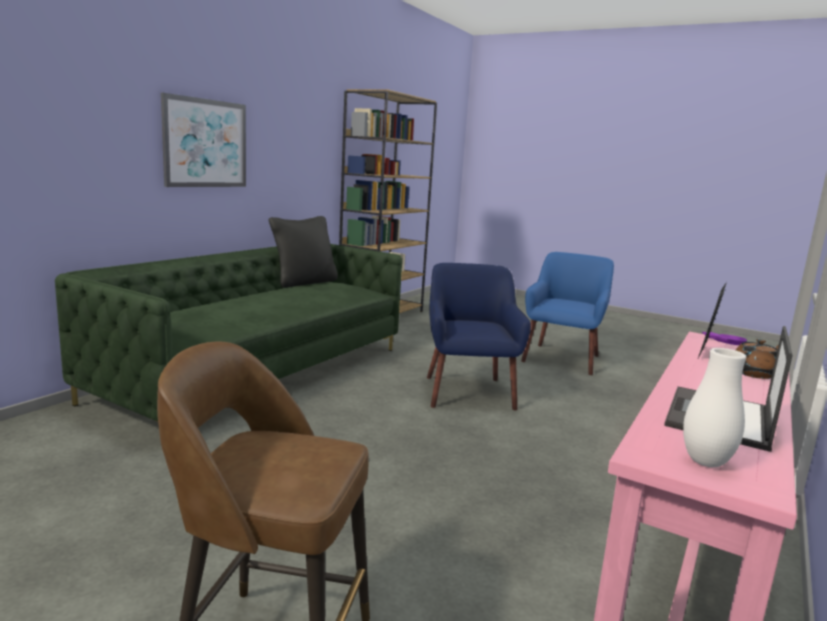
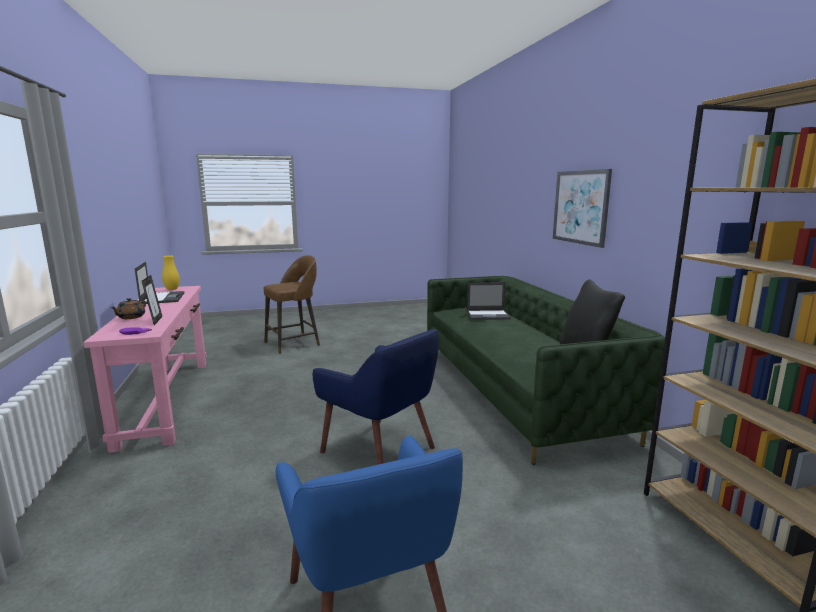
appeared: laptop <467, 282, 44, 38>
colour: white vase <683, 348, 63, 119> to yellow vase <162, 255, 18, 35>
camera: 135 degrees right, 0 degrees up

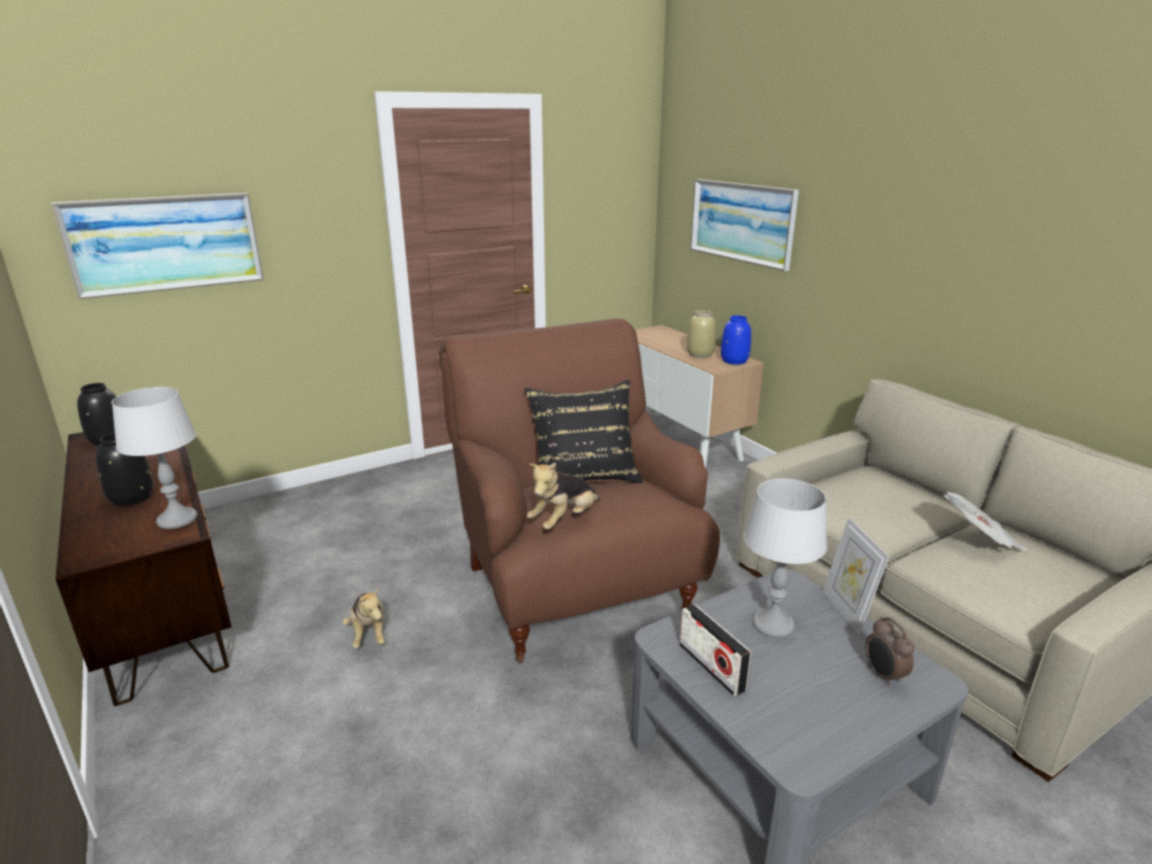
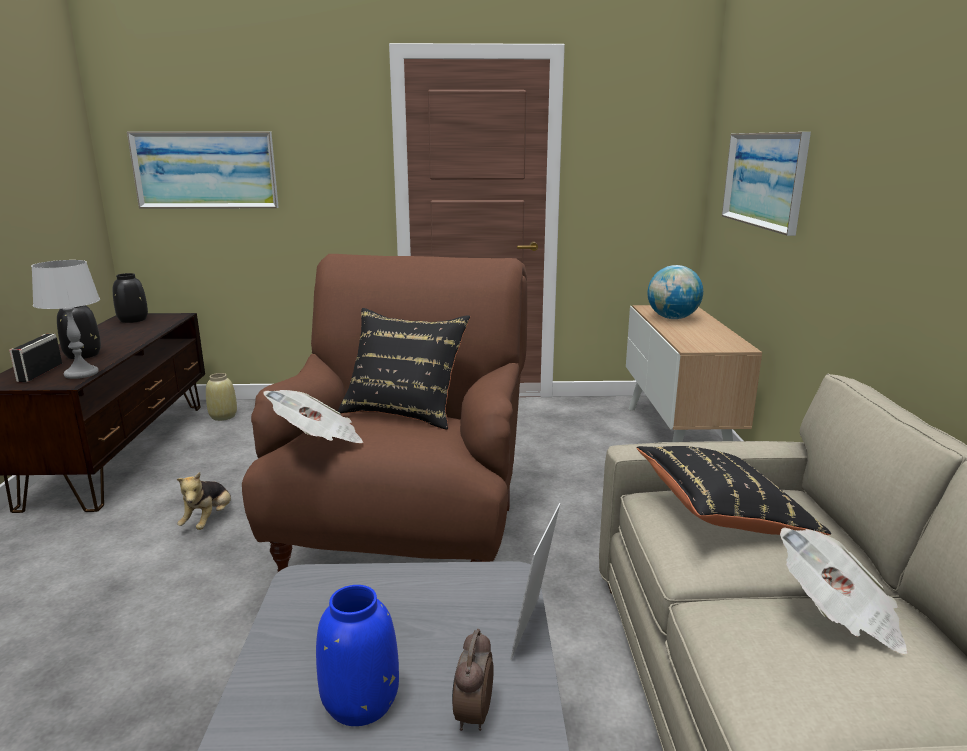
missing: grey table lamp <744, 479, 83, 159>
appeared: black pillow <637, 446, 194, 89>; globe <647, 265, 56, 54>
relocated: radio <680, 604, 72, 92> to <9, 334, 53, 48>; beige vase <687, 310, 29, 48> to <206, 373, 31, 48>; blue vase <721, 315, 30, 50> to <316, 585, 83, 141>
exchanged: plush toy <527, 462, 73, 68> to newspaper <263, 390, 100, 53>
camera: 30 degrees right, 5 degrees down

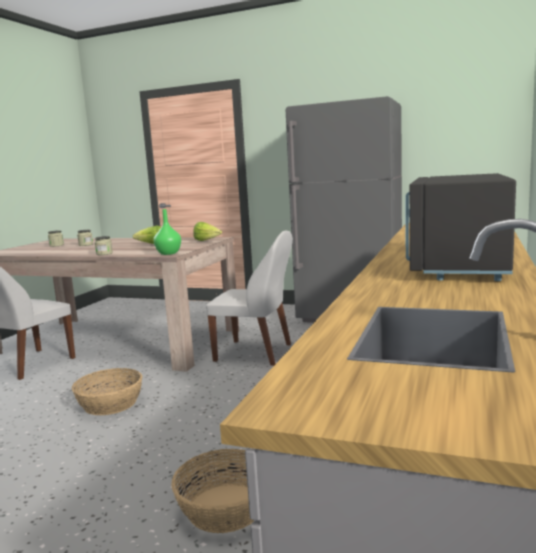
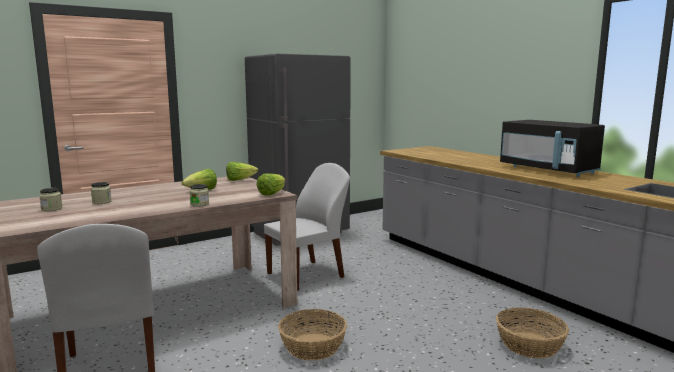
exchanged: green vase <154, 209, 27, 46> to lettuce <256, 173, 29, 23>
camera: 55 degrees left, 0 degrees up

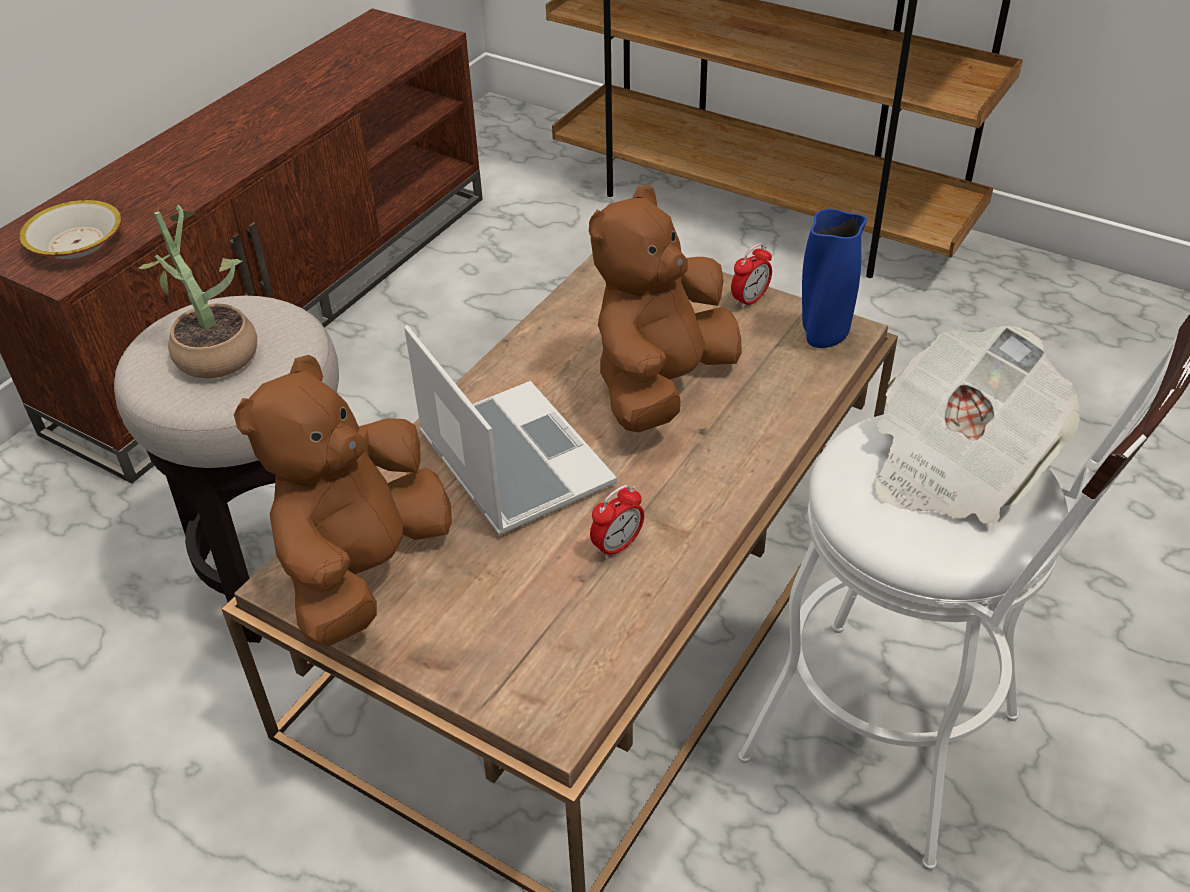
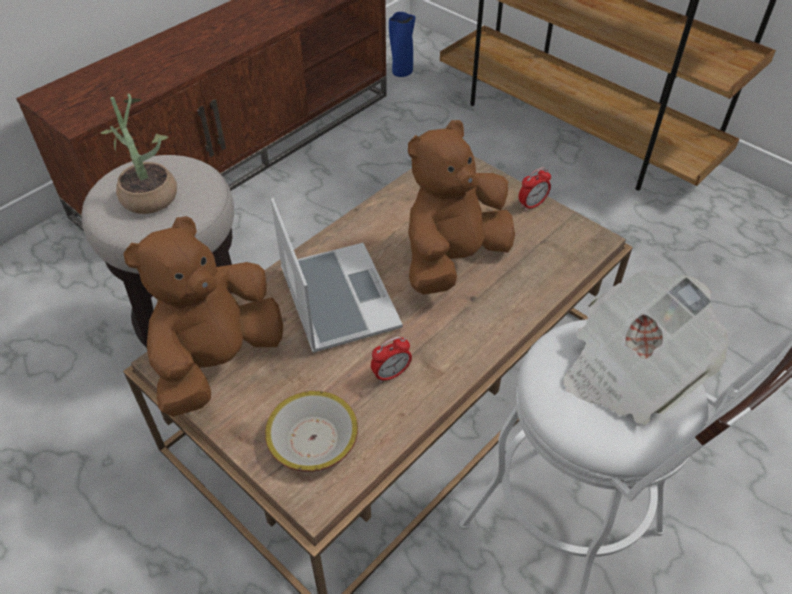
relocated: bowl <19, 200, 103, 59> to <265, 391, 93, 81>; blue vase <802, 209, 65, 139> to <389, 12, 27, 65>
camera: 10 degrees right, 5 degrees up

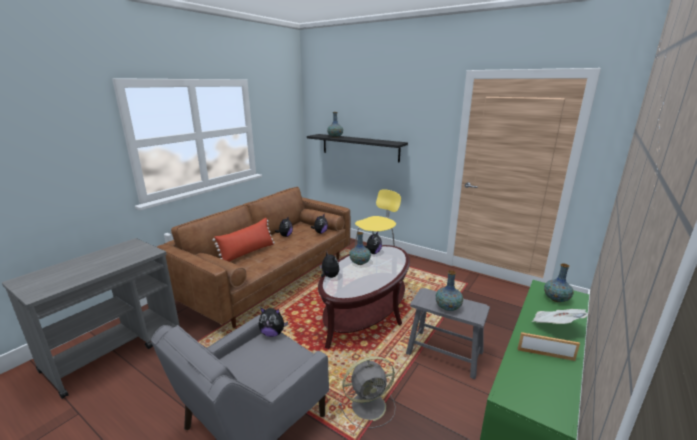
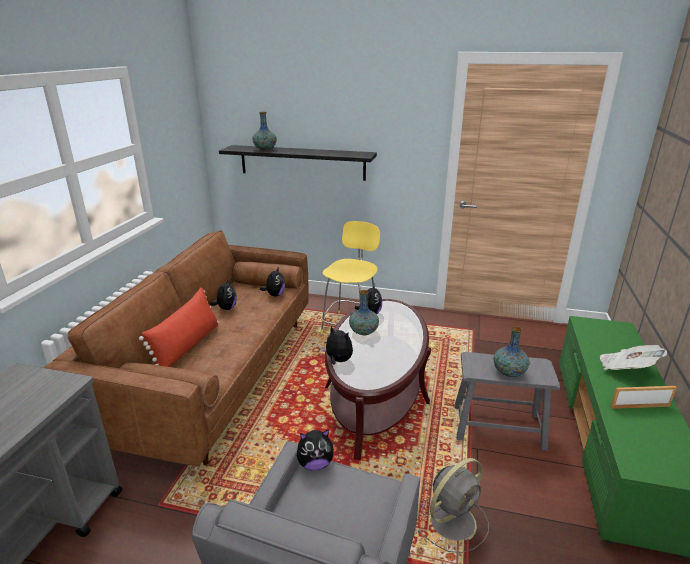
missing: vase <544, 263, 29, 39>
camera: 20 degrees left, 5 degrees up

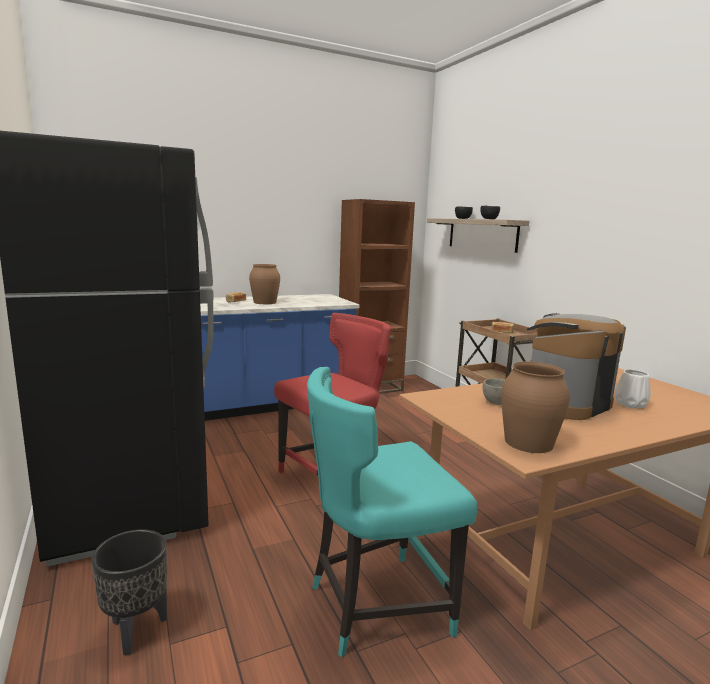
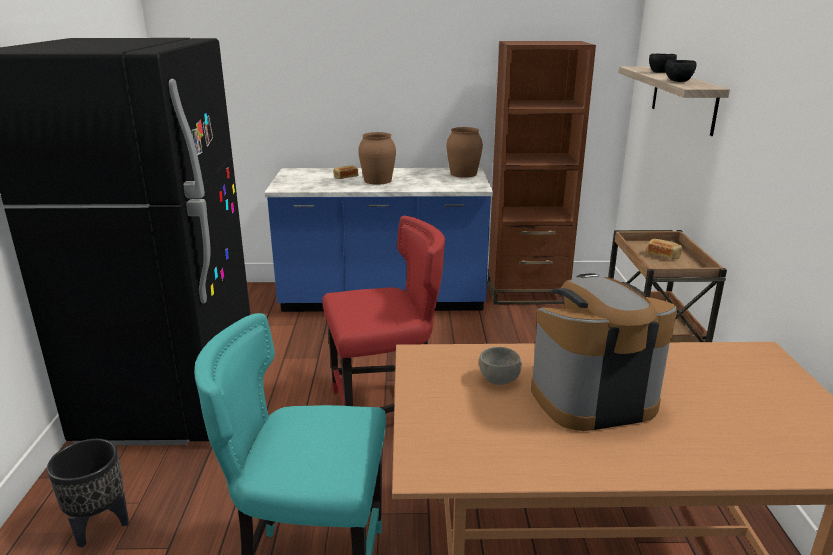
missing: white vase <615, 369, 36, 39>
relocated: brown vase <501, 362, 69, 91> to <446, 127, 37, 51>
camera: 25 degrees right, 10 degrees up

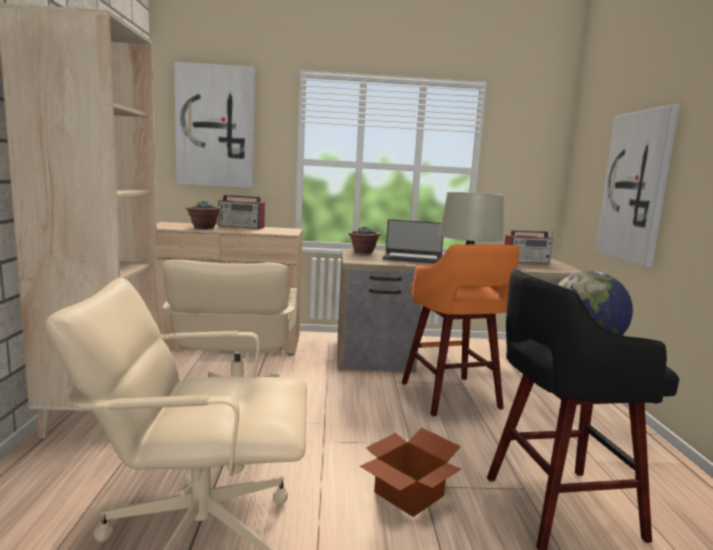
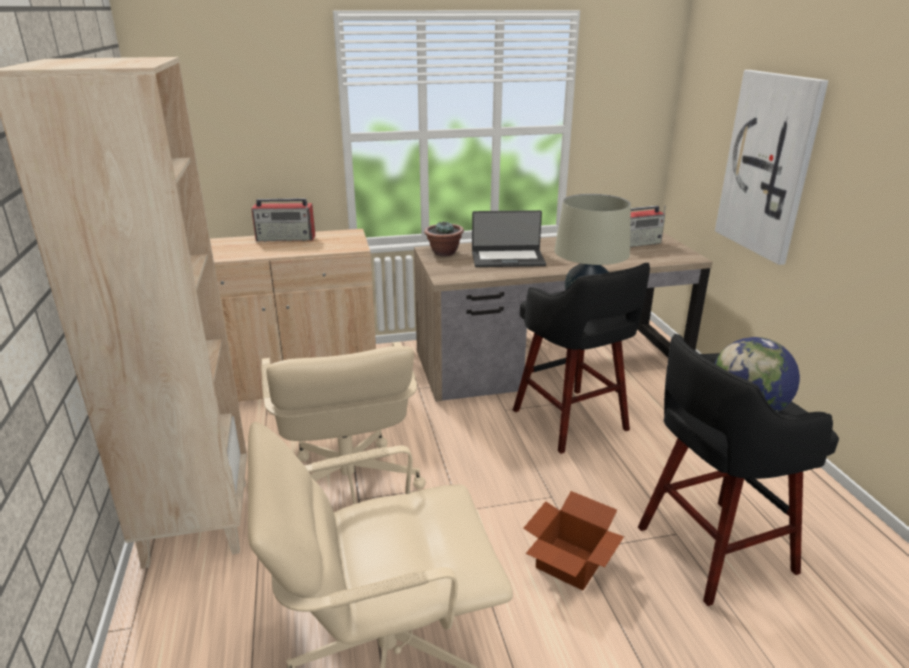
missing: picture <174, 62, 81, 126>; potted plant <186, 201, 35, 28>
colour: orange stool <402, 244, 118, 172> to black stool <513, 263, 137, 191>
camera: 10 degrees left, 15 degrees up

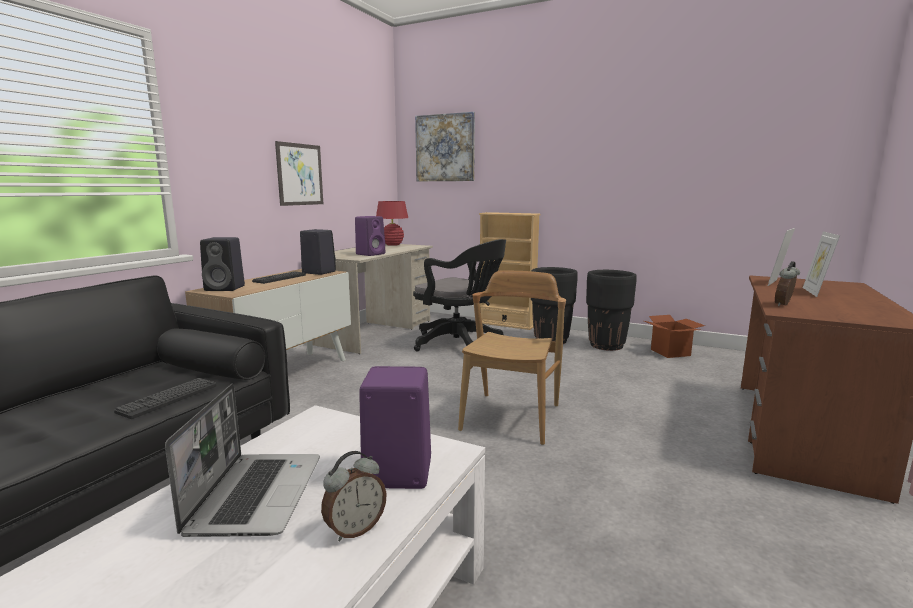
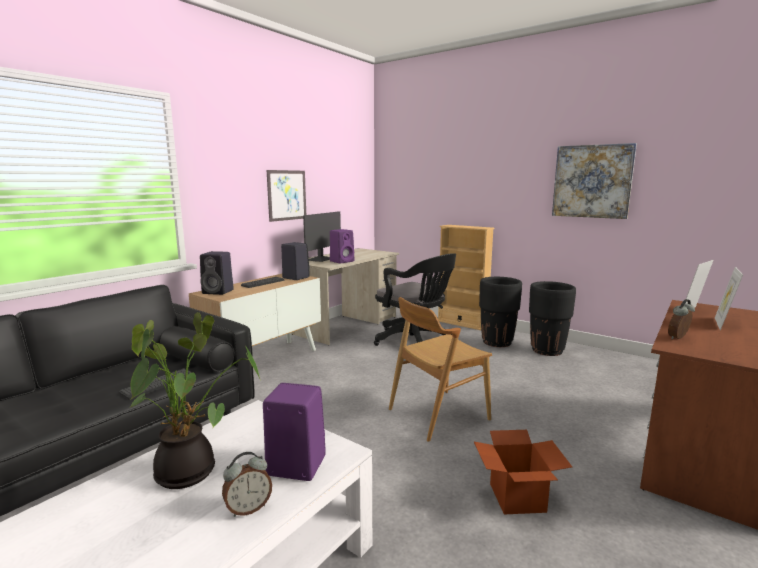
missing: red table lamp <376, 201, 32, 45>
appeared: monitor <303, 211, 38, 51>
relocated: picture <415, 112, 60, 69> to <552, 143, 85, 76>; cardboard box <644, 315, 61, 43> to <474, 430, 98, 84>
exchanged: laptop <165, 384, 155, 153> to potted plant <129, 312, 131, 177>
spun: brown chair <458, 270, 108, 175> = <389, 297, 103, 145> 150 degrees counterclockwise
camera: 10 degrees right, 0 degrees up

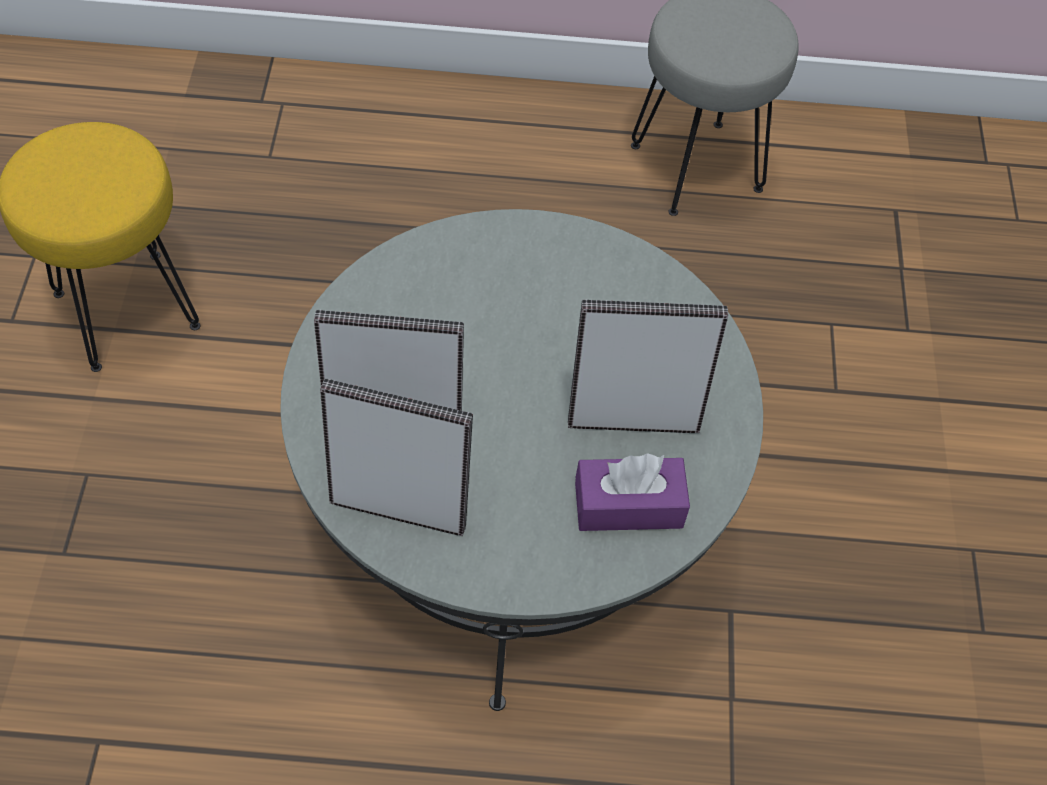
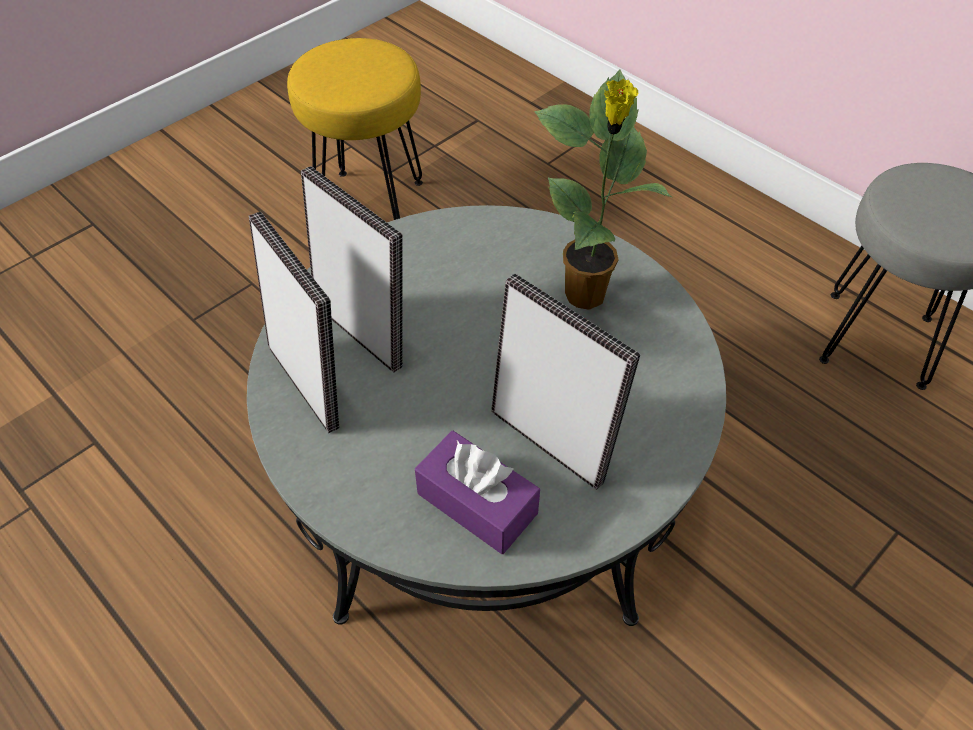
appeared: potted plant <534, 69, 138, 241>
camera: 45 degrees right, 5 degrees down

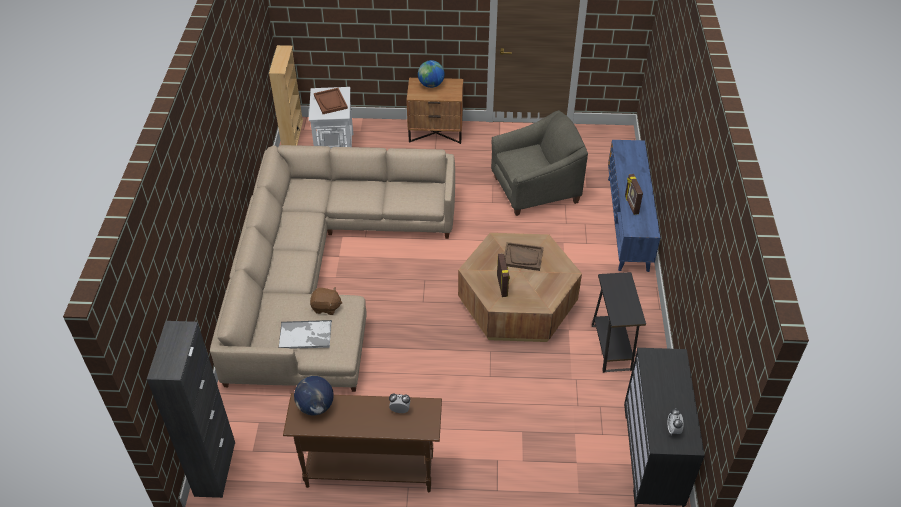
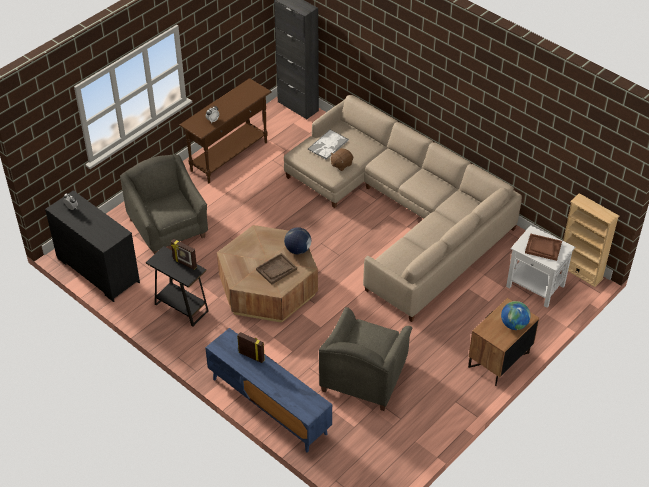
appeared: grey armchair <120, 155, 88, 99>
relocated: globe <294, 376, 40, 39> to <284, 227, 27, 27>; picture frame <497, 253, 13, 44> to <171, 239, 26, 30>
camera: 130 degrees right, 0 degrees up

